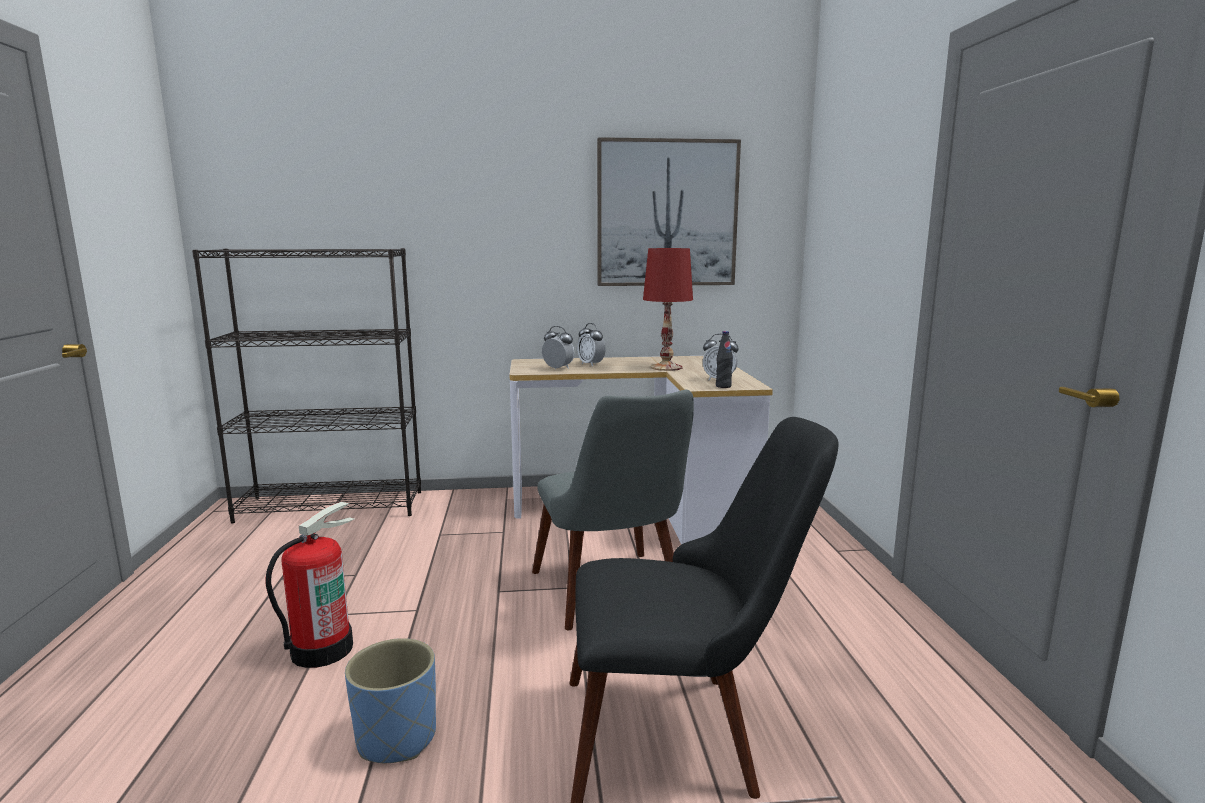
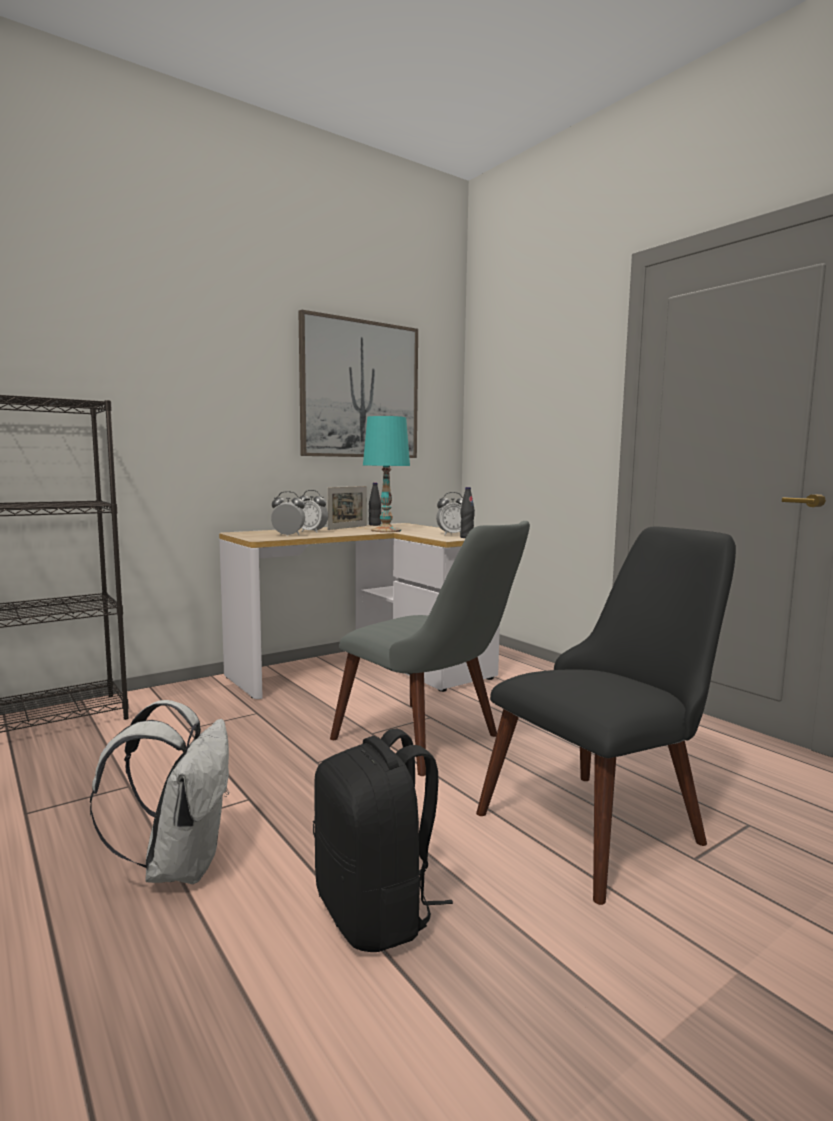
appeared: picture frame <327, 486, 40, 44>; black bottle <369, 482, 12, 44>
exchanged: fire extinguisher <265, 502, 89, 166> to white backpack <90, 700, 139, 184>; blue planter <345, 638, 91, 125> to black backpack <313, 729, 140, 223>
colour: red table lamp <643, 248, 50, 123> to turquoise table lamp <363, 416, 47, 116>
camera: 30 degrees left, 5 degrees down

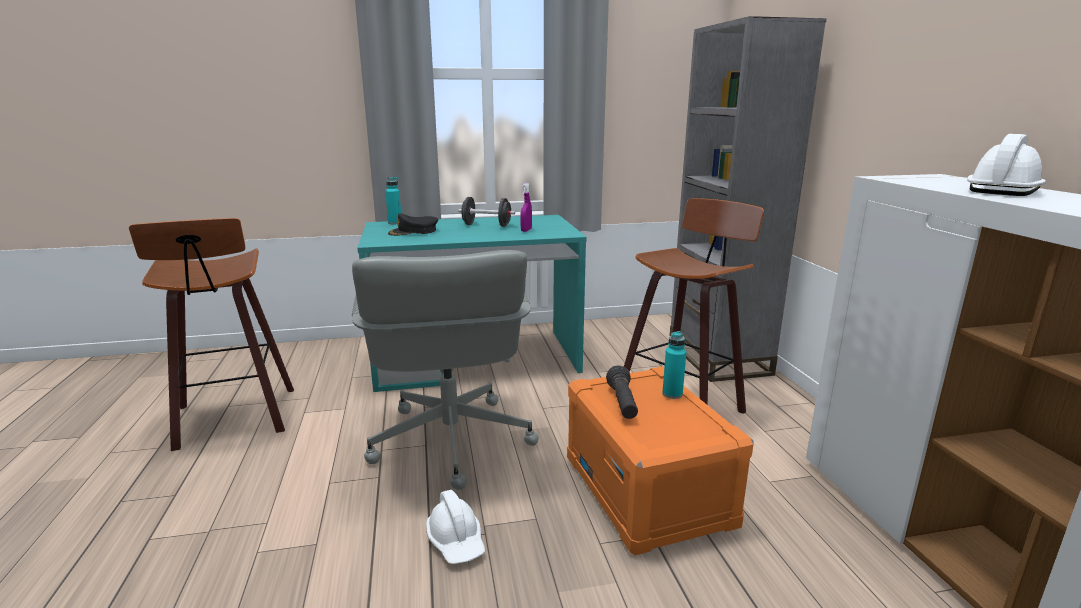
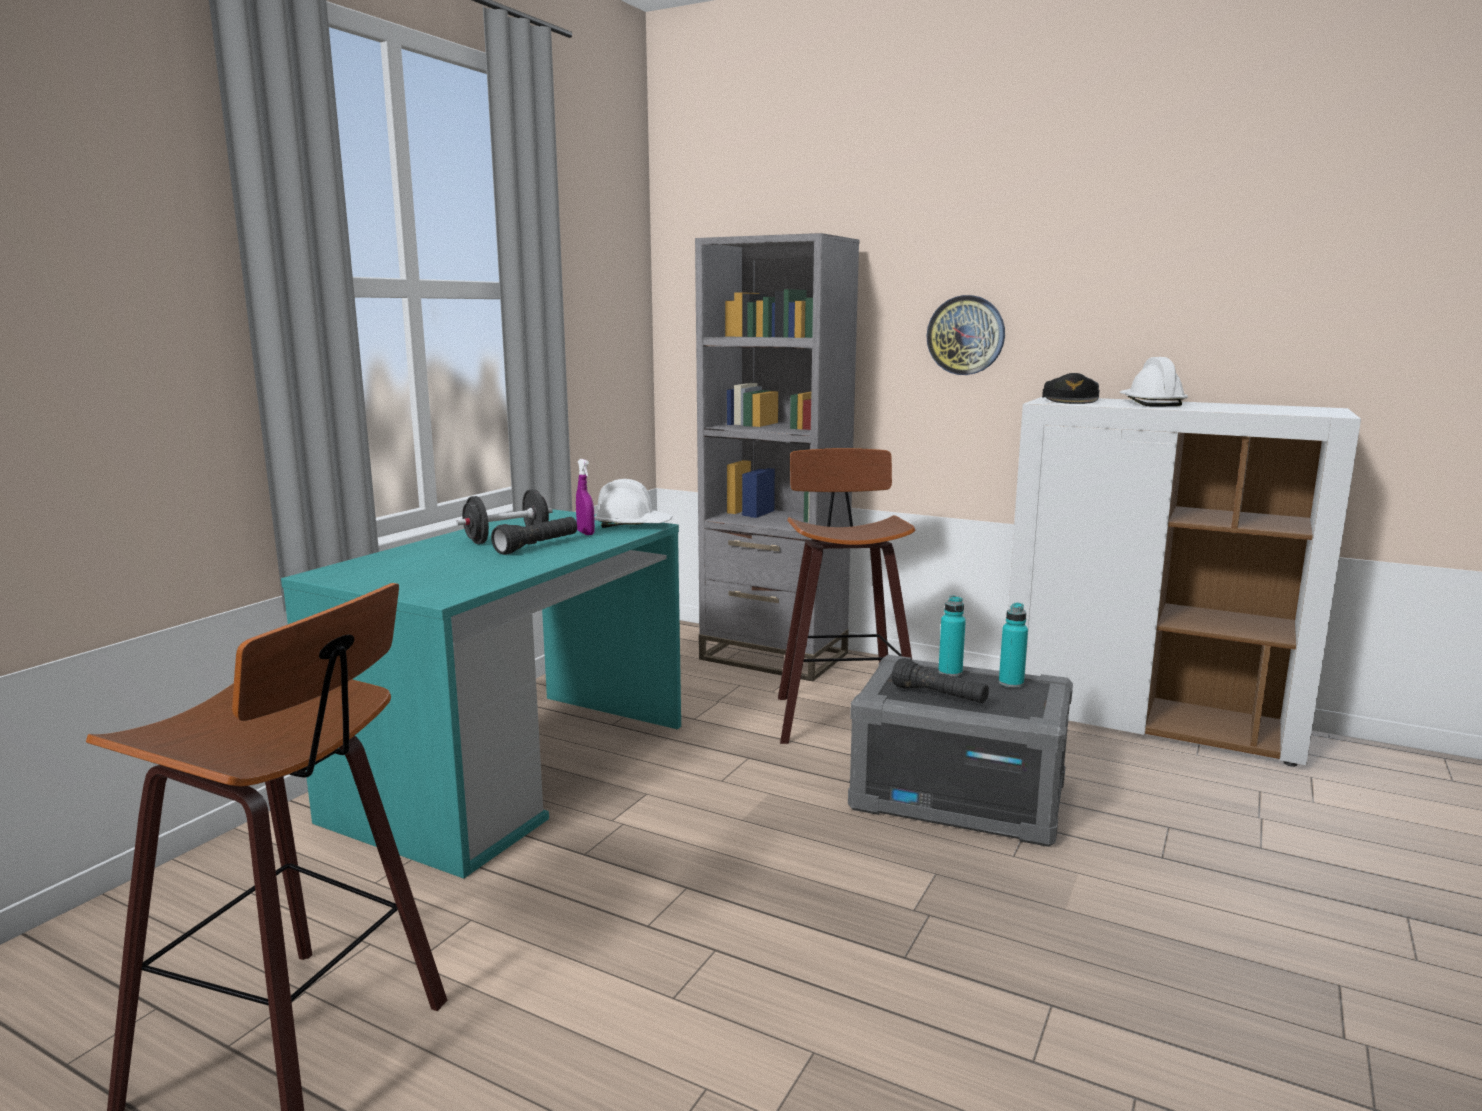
missing: grey office chair <352, 250, 187, 240>
appeared: black flashlight <491, 517, 86, 38>; wall clock <927, 295, 78, 80>
relocated: turquoise bottle <385, 177, 16, 48> to <999, 603, 29, 85>; black cap <388, 213, 50, 23> to <1042, 373, 57, 31>; white hard hat <426, 490, 59, 74> to <594, 479, 79, 49>
colour: orange storage box <567, 367, 187, 188> to grey storage box <848, 655, 225, 192>
camera: 50 degrees left, 5 degrees down

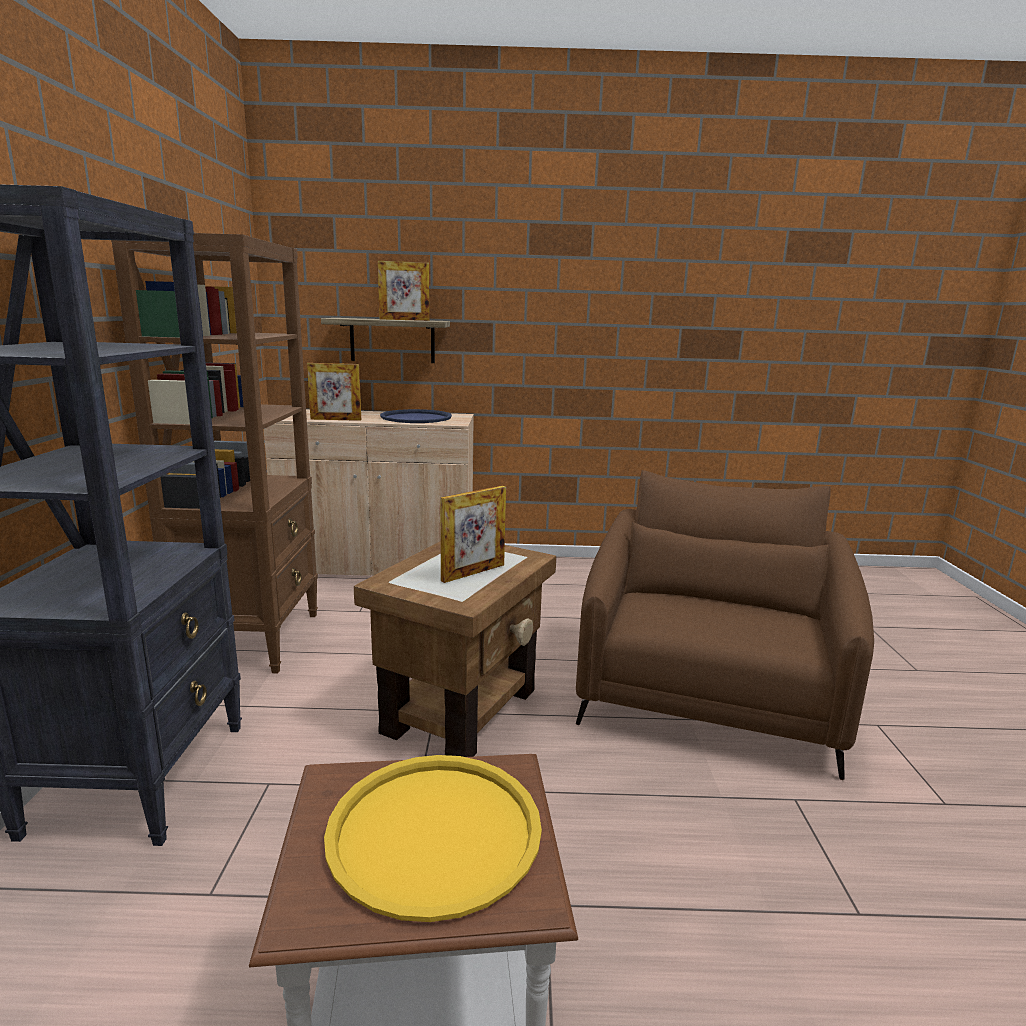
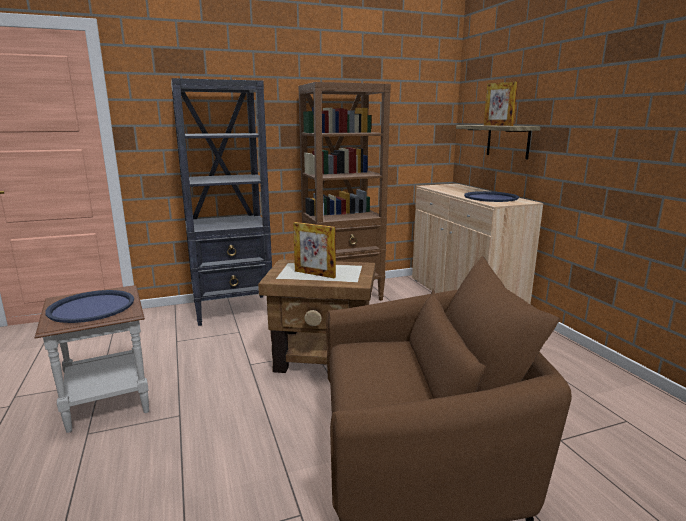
missing: picture frame <307, 363, 54, 58>
colour: yellow tray <324, 755, 218, 167> to blue tray <45, 290, 89, 33>
camera: 70 degrees right, 0 degrees up

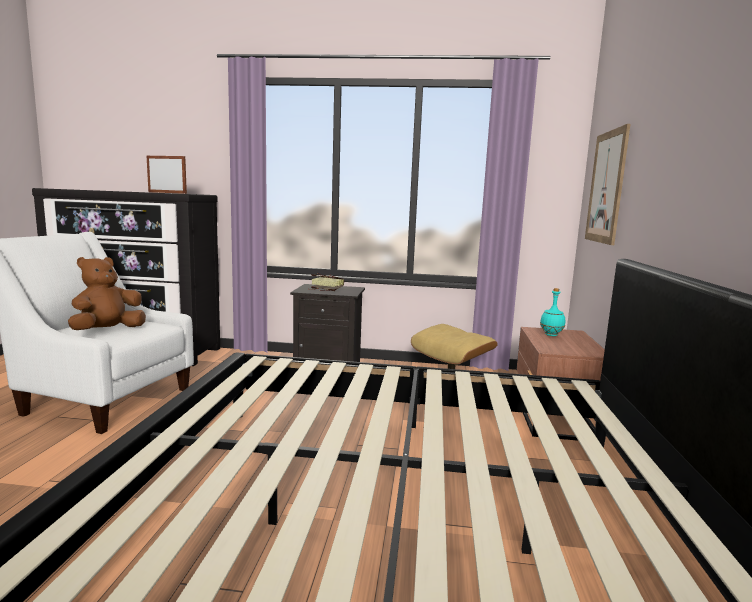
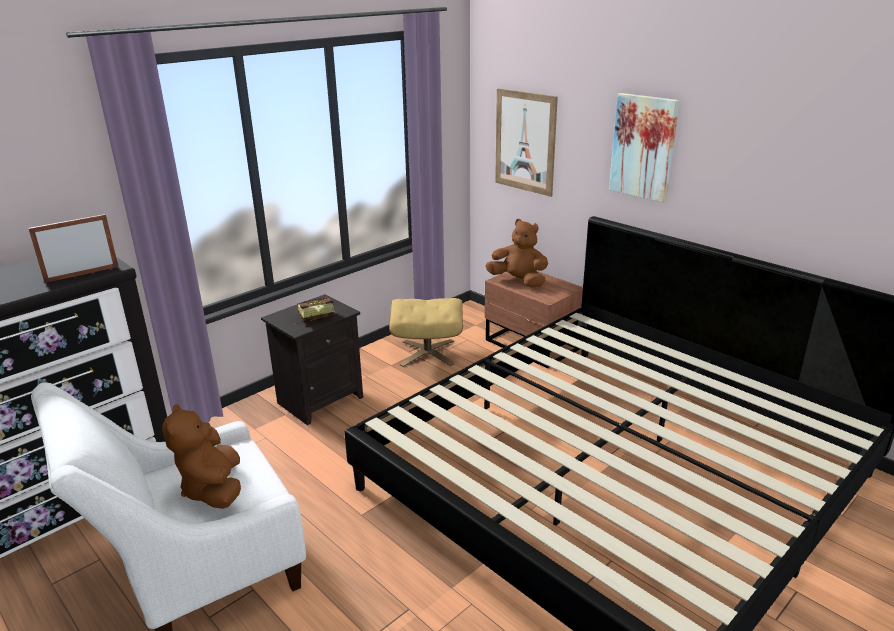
appeared: picture <609, 93, 71, 110>
exchanged: turquoise bottle <540, 288, 25, 48> to brown plush toy <485, 219, 63, 69>
camera: 50 degrees left, 15 degrees up

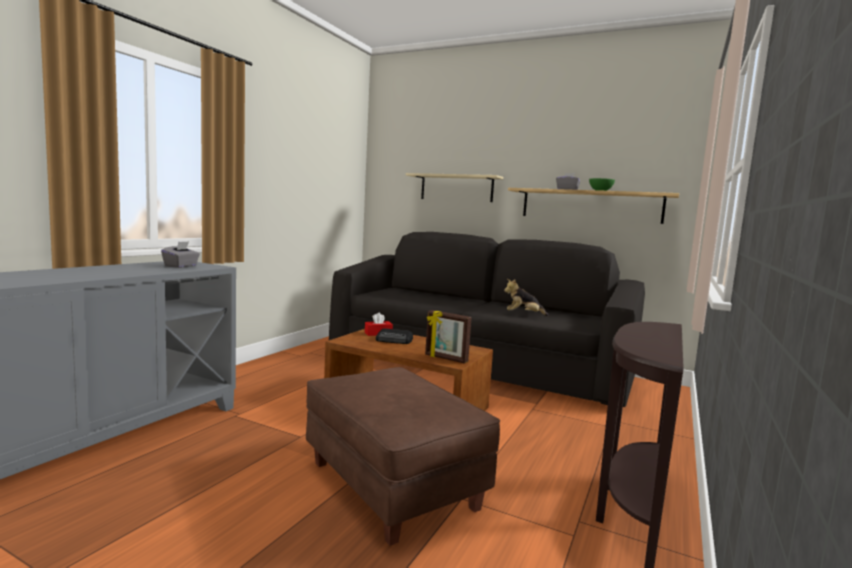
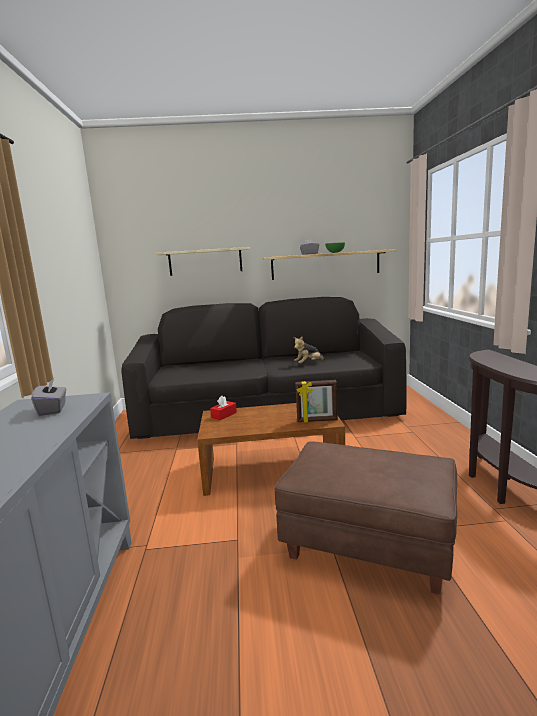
missing: radio <376, 328, 37, 16>
camera: 30 degrees left, 5 degrees up

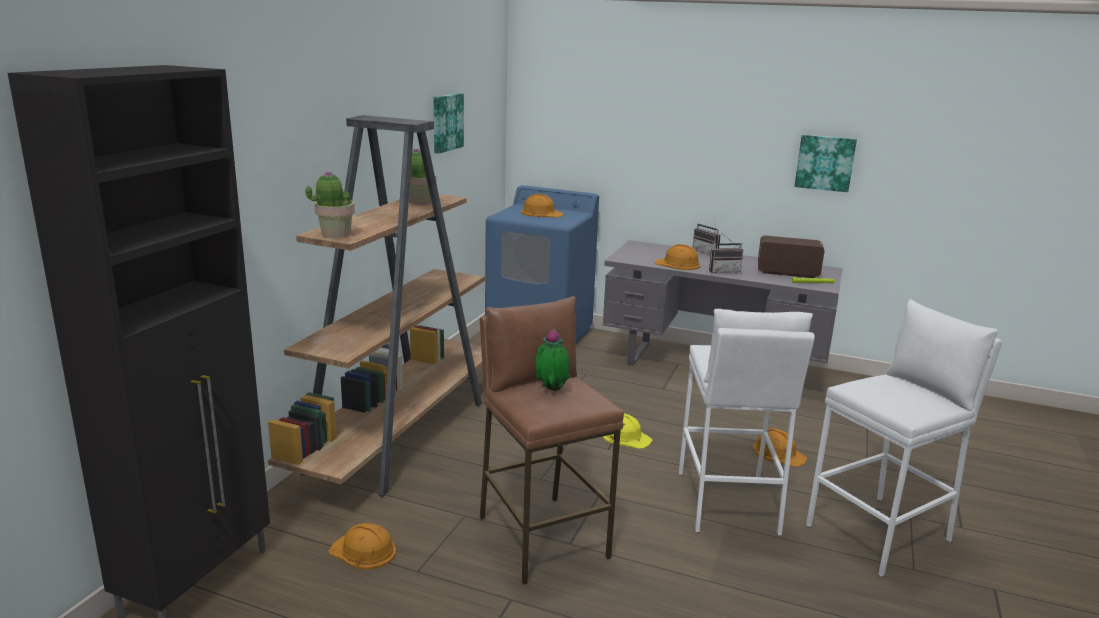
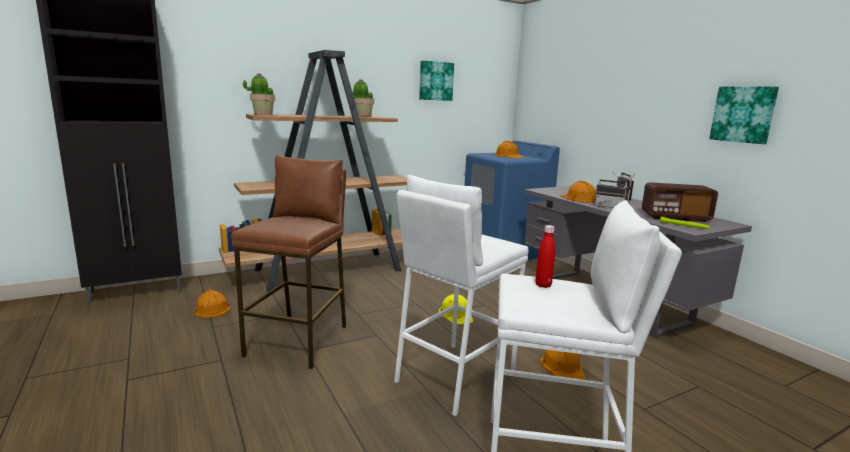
missing: potted plant <535, 329, 35, 62>
appeared: red bottle <535, 225, 20, 63>
spun: radio <758, 236, 66, 42> = <642, 182, 76, 40> 135 degrees clockwise
camera: 40 degrees right, 5 degrees down

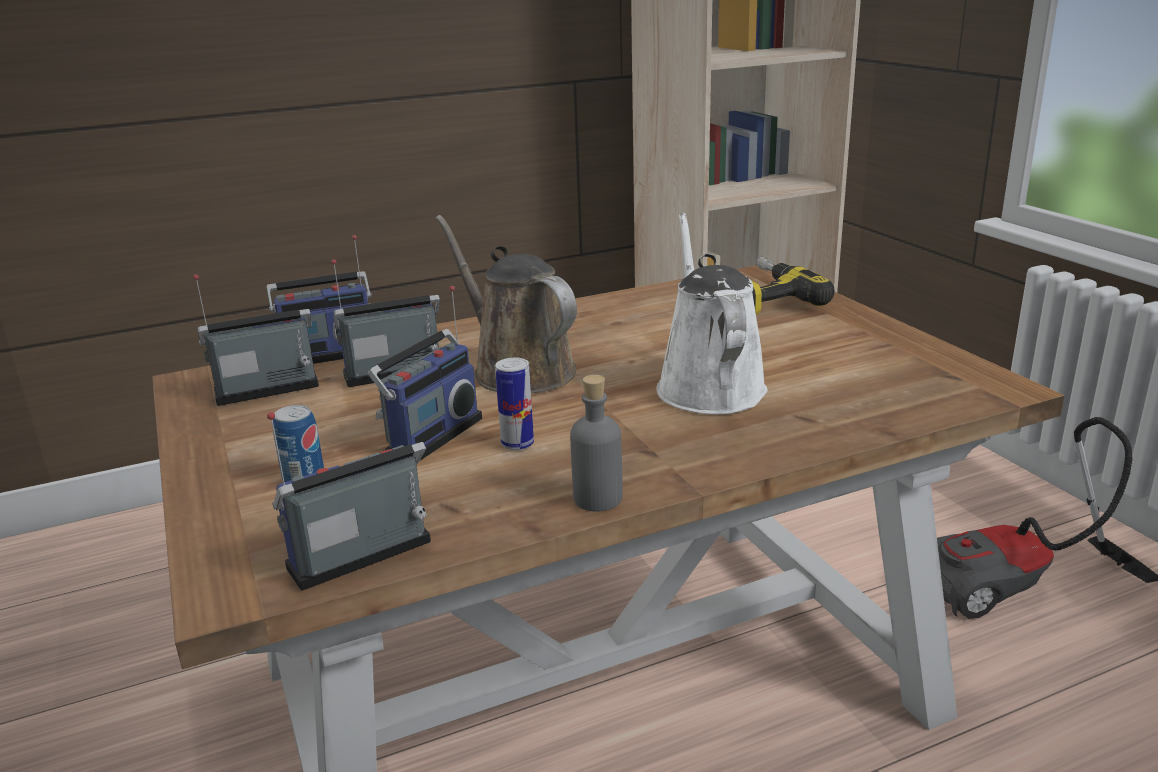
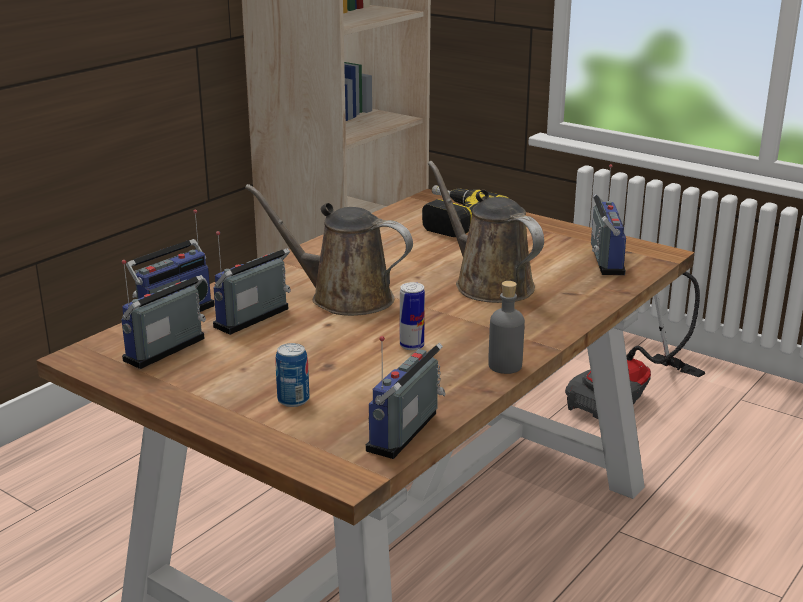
relocated: radio <368, 286, 114, 175> to <591, 164, 35, 111>
colour: white watering can <656, 213, 111, 201> to brown watering can <428, 161, 116, 142>
camera: 30 degrees left, 0 degrees up

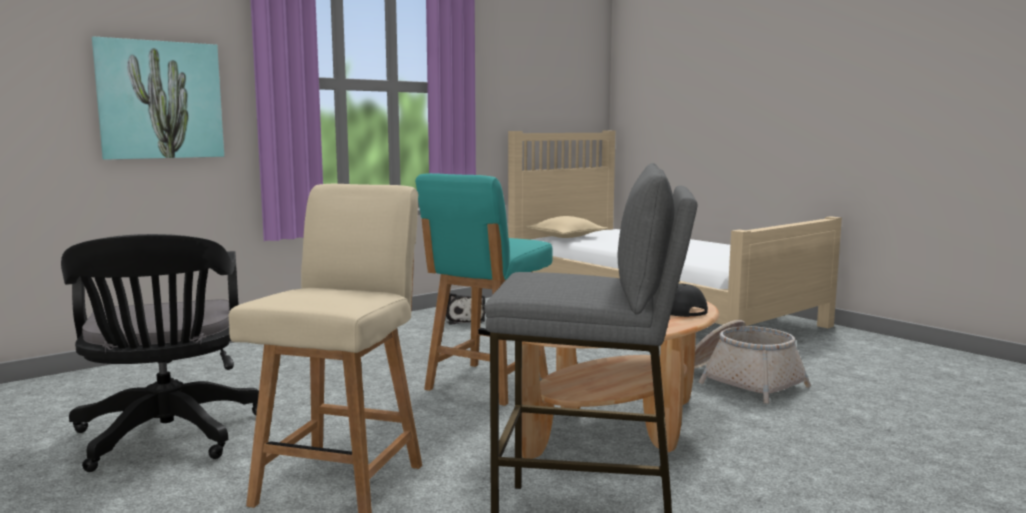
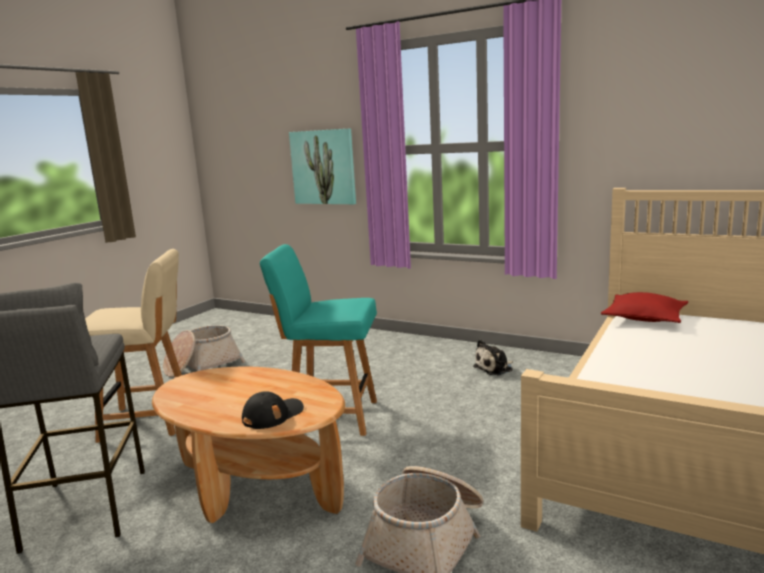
exchanged: black office chair <61, 234, 198, 238> to basket <163, 325, 83, 52>
colour: beige pillow <525, 216, 83, 22> to red pillow <601, 292, 87, 31>
camera: 70 degrees right, 5 degrees up

